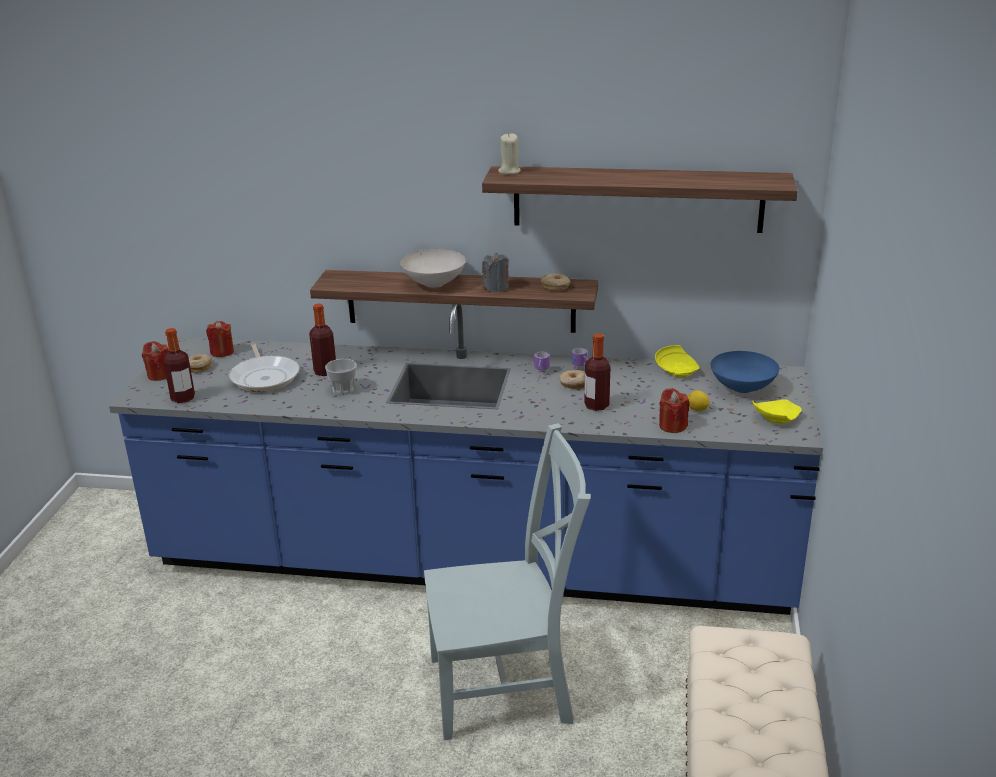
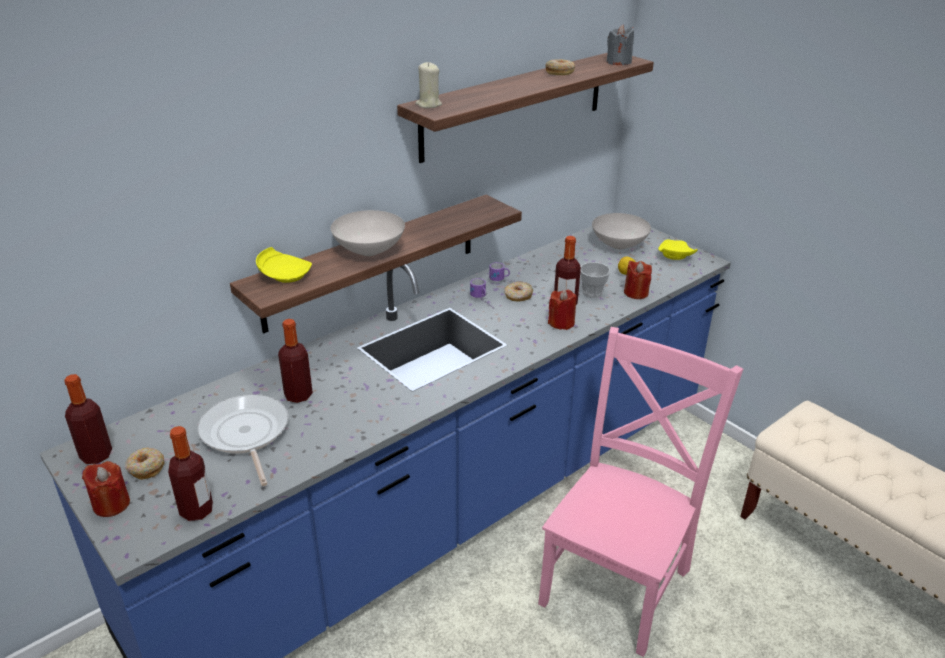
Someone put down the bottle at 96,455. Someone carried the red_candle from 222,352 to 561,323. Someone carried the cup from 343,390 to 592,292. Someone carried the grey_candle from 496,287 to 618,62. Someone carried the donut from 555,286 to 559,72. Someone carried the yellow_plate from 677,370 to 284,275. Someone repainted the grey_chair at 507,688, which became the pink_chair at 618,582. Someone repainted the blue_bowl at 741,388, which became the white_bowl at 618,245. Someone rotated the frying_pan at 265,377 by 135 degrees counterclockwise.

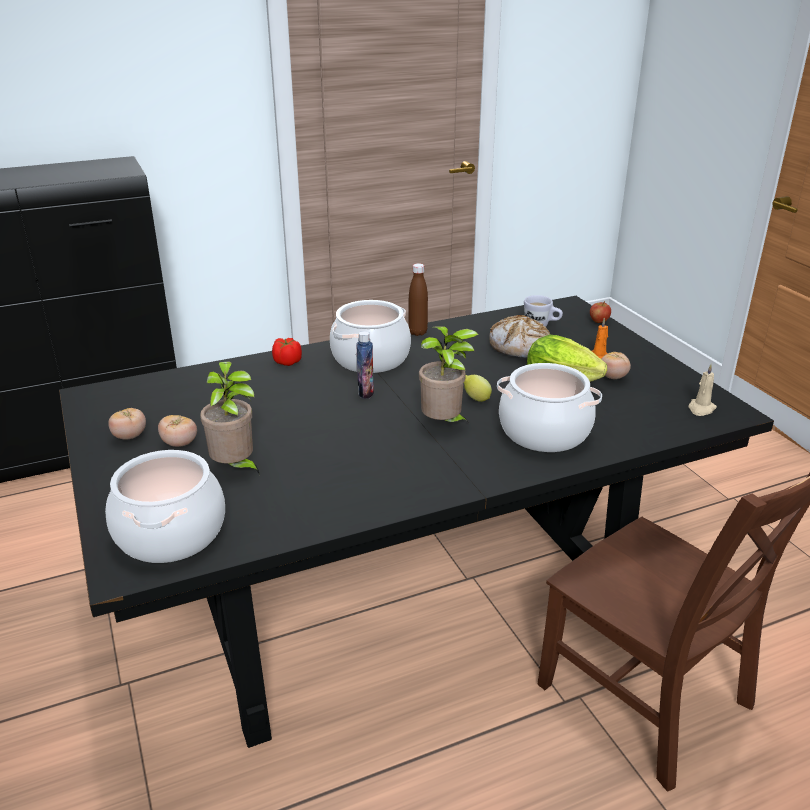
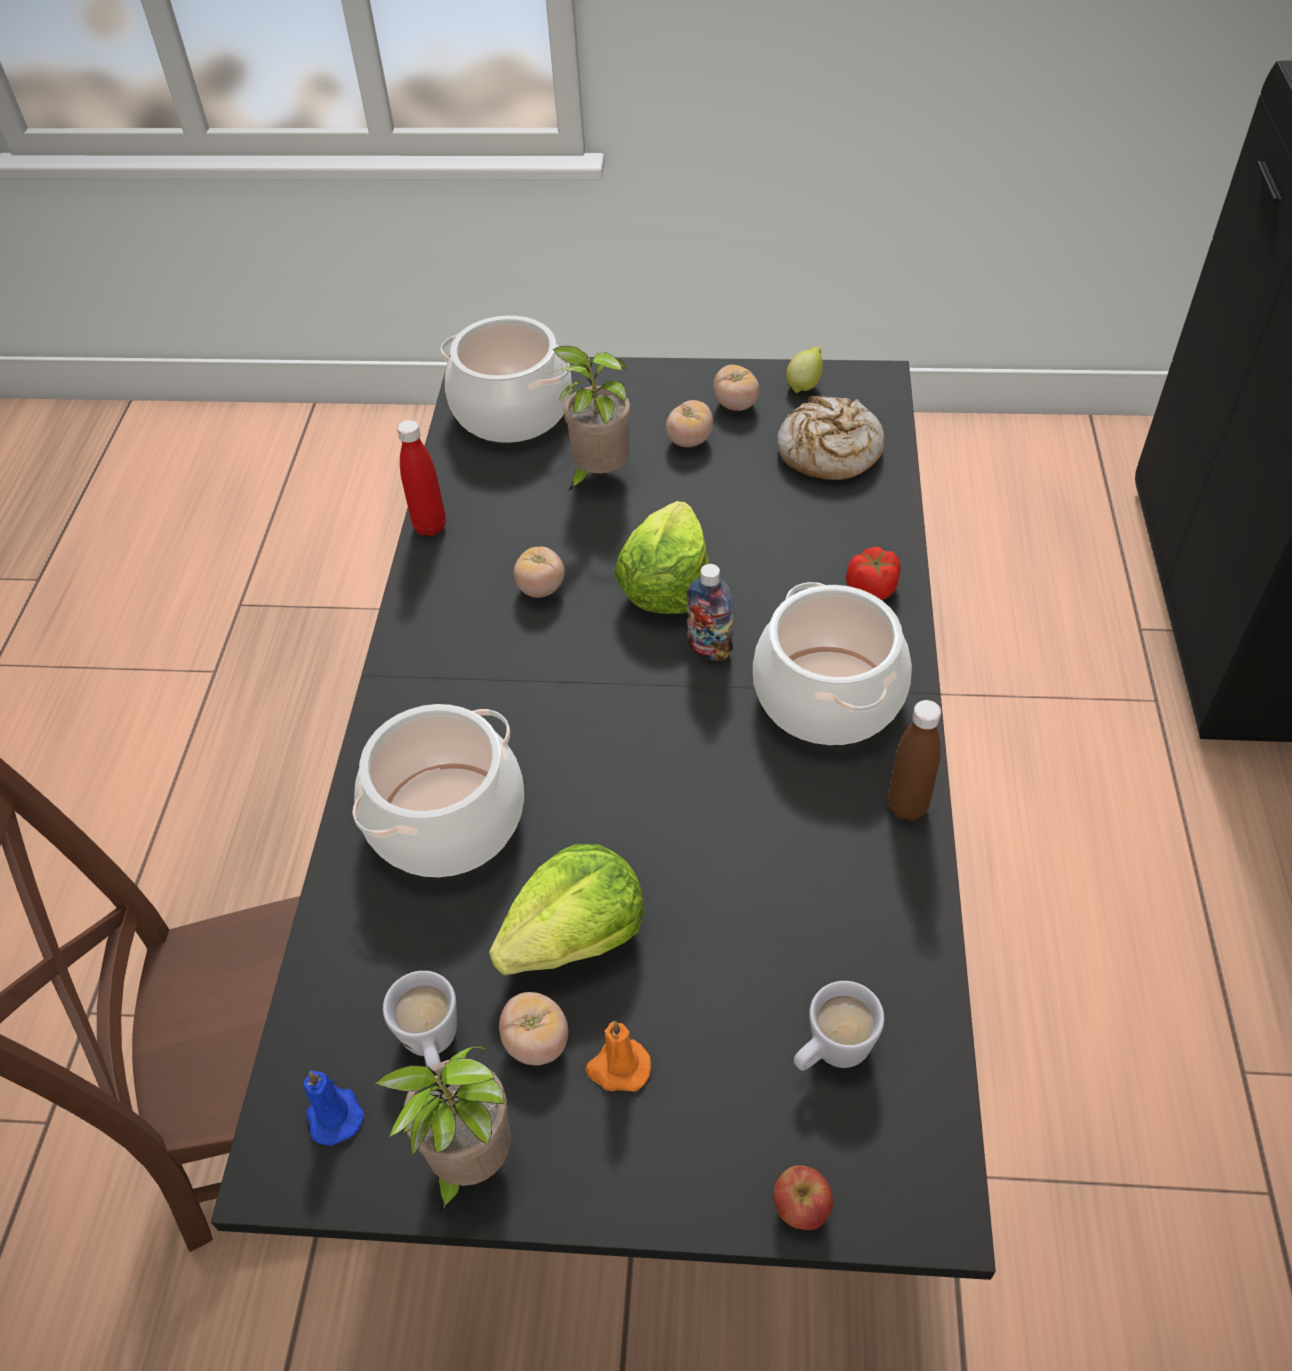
Someone put down the white_mug at 432,1045. Someone put down the red_bottle at 430,526. Someone put down the tomato at 541,588. Someone put down the lettuce at 666,585. Someone carried the potted_plant from 444,425 to 468,1162. Someone carried the lemon from 475,399 to 804,385. Someone carried the bread from 520,347 to 829,451. Someone repainted the beige_candle at 701,409, which became the blue_candle at 334,1114.

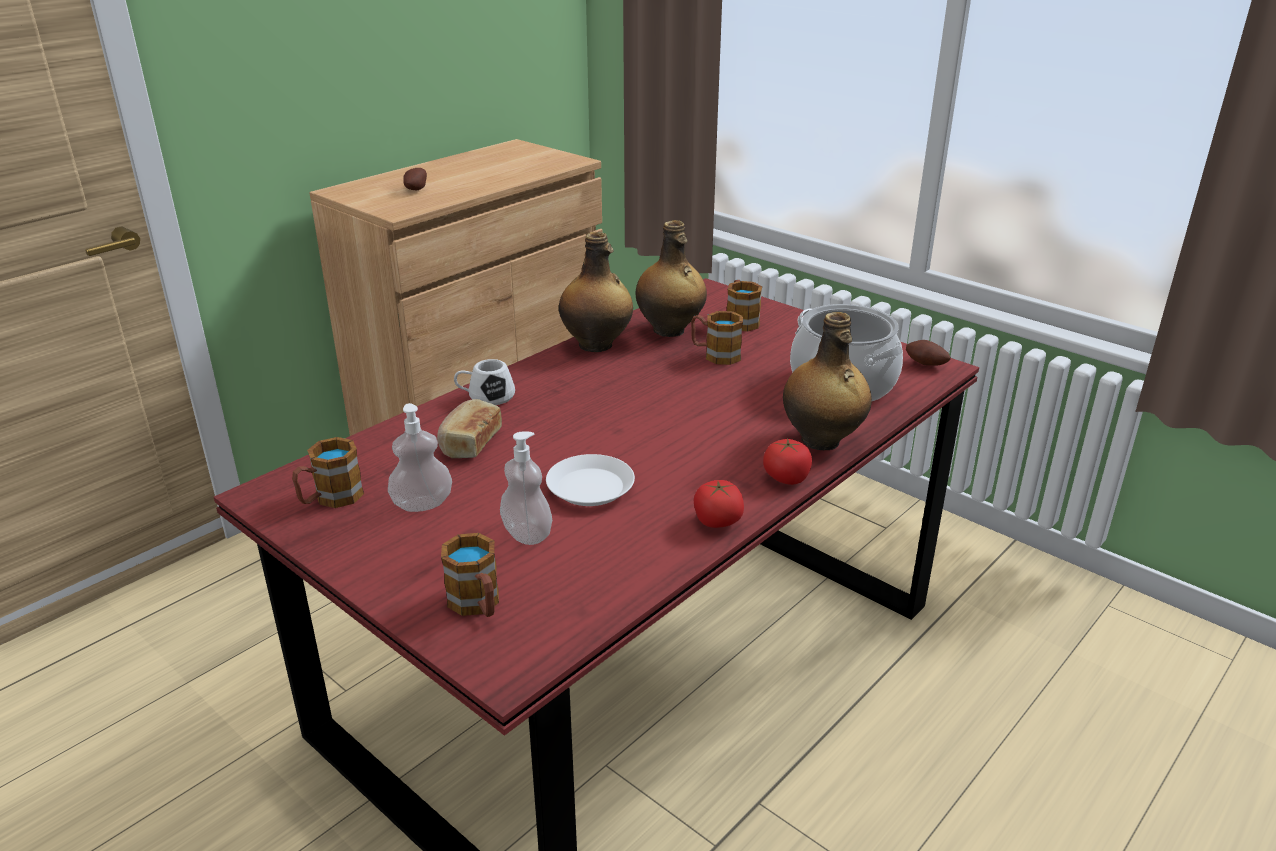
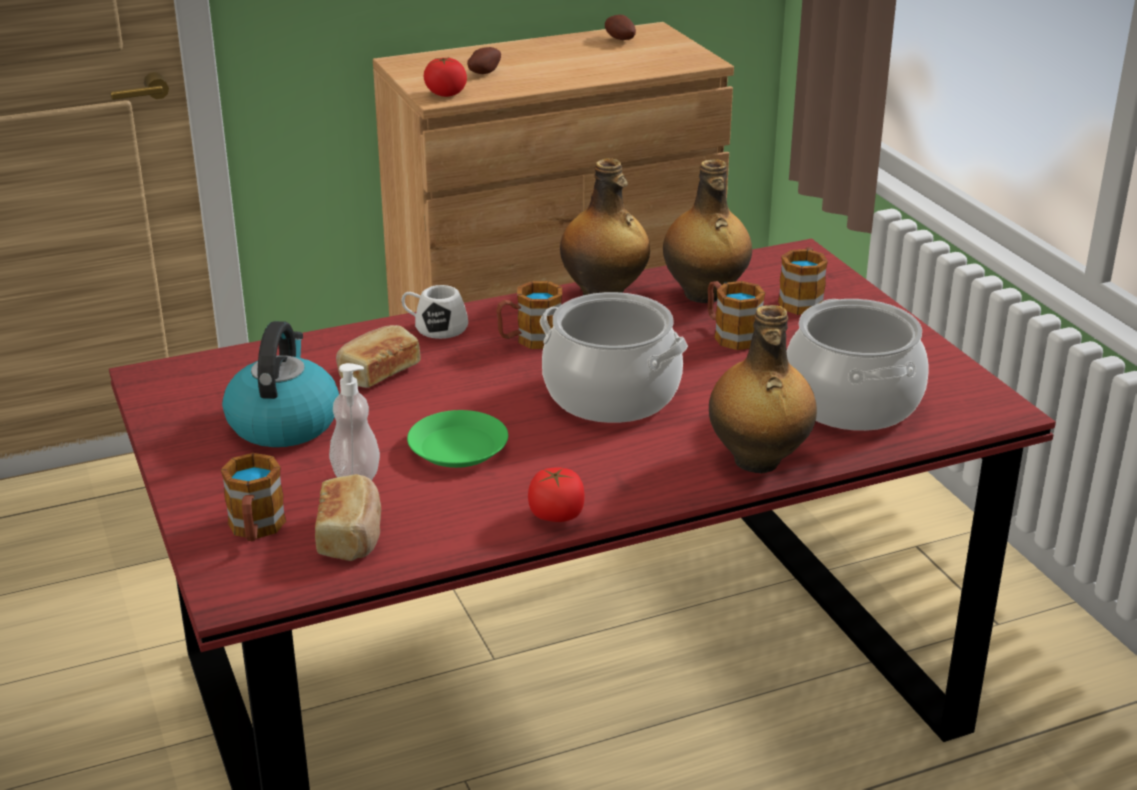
Someone put down the bread at 351,535. Someone put down the cooking_pot at 612,394. Someone carried the mug from 330,499 to 530,340. Someone carried the tomato from 786,478 to 445,94. Someone carried the potato from 925,365 to 619,40. Someone swapped the soap_dispenser at 422,504 for the kettle at 283,422. Someone repainted the white_plate at 590,487, which became the green_plate at 458,447.

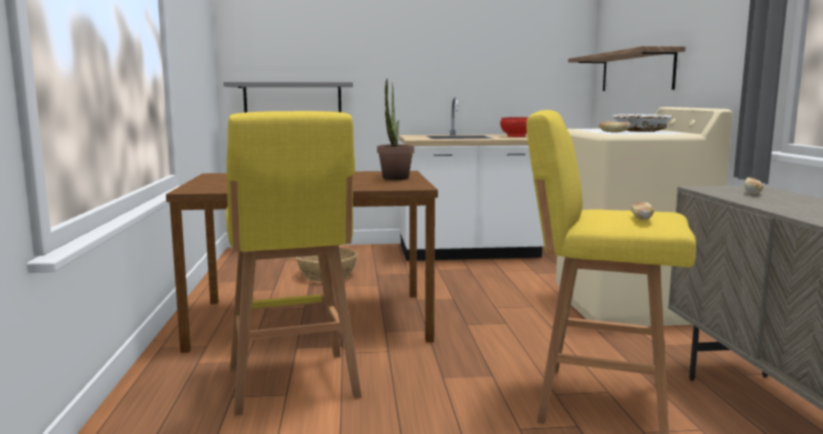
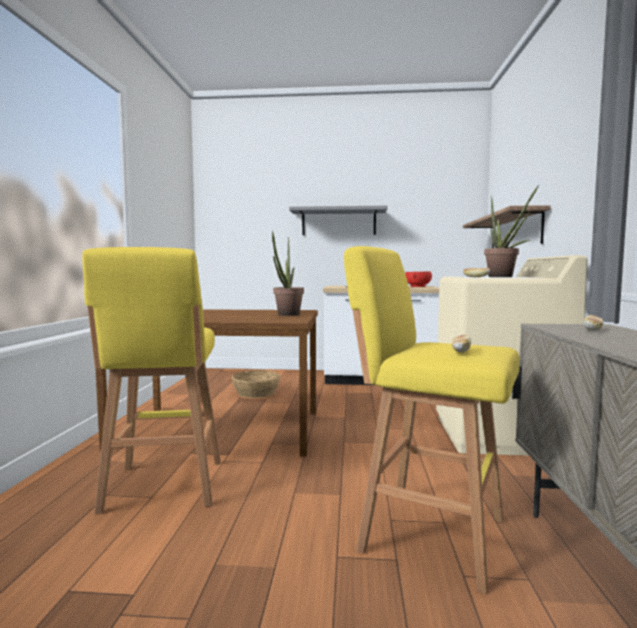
Someone carried the grey_shelf from 292,99 to 338,222. Someone swapped the white_bowl at 641,131 for the potted_plant at 504,277.

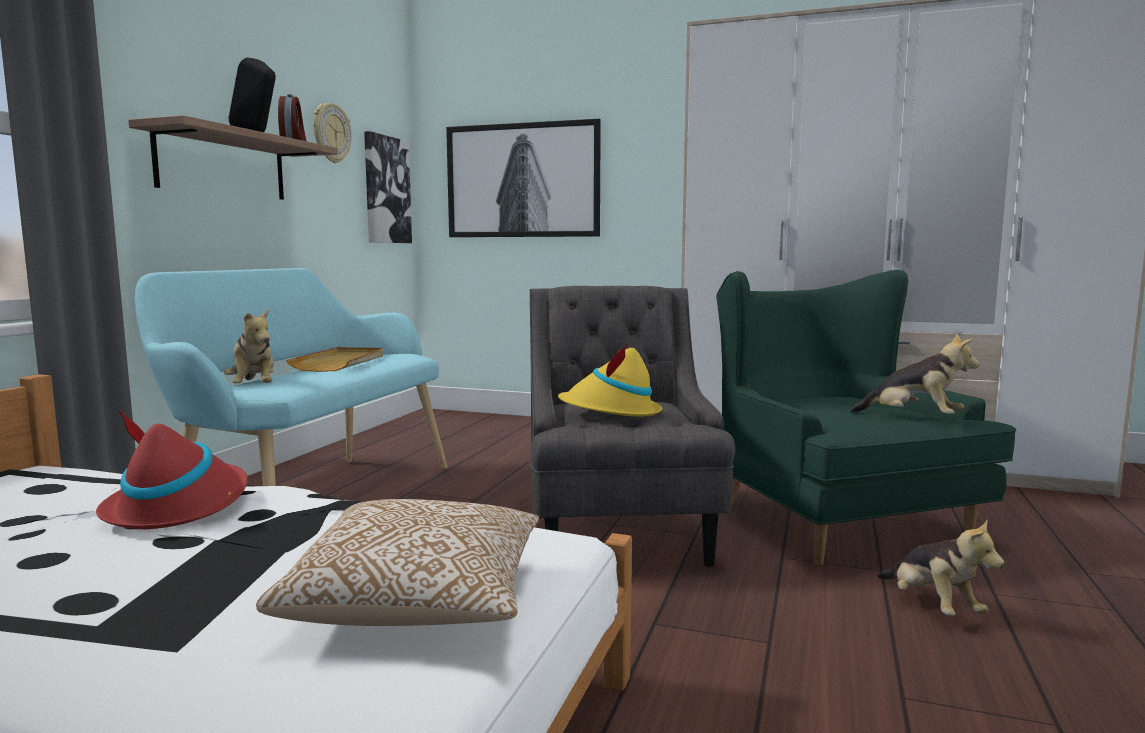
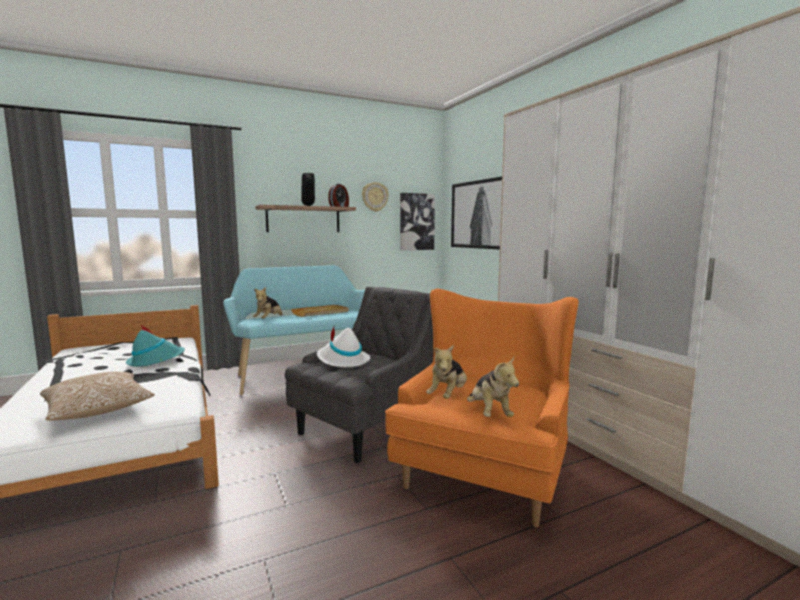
Someone carried the plush_toy from 932,606 to 448,395. Someone repainted the red_hat at 179,506, which became the turquoise_hat at 156,360. Someone repainted the yellow_hat at 610,412, which became the white_hat at 342,361. Someone repainted the green_armchair at 834,518, which became the orange_armchair at 486,470.

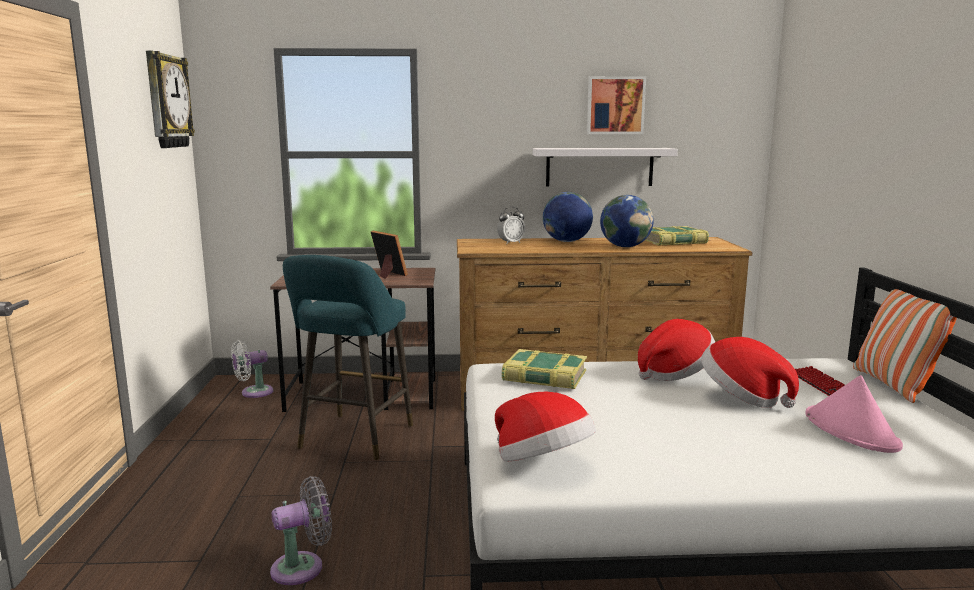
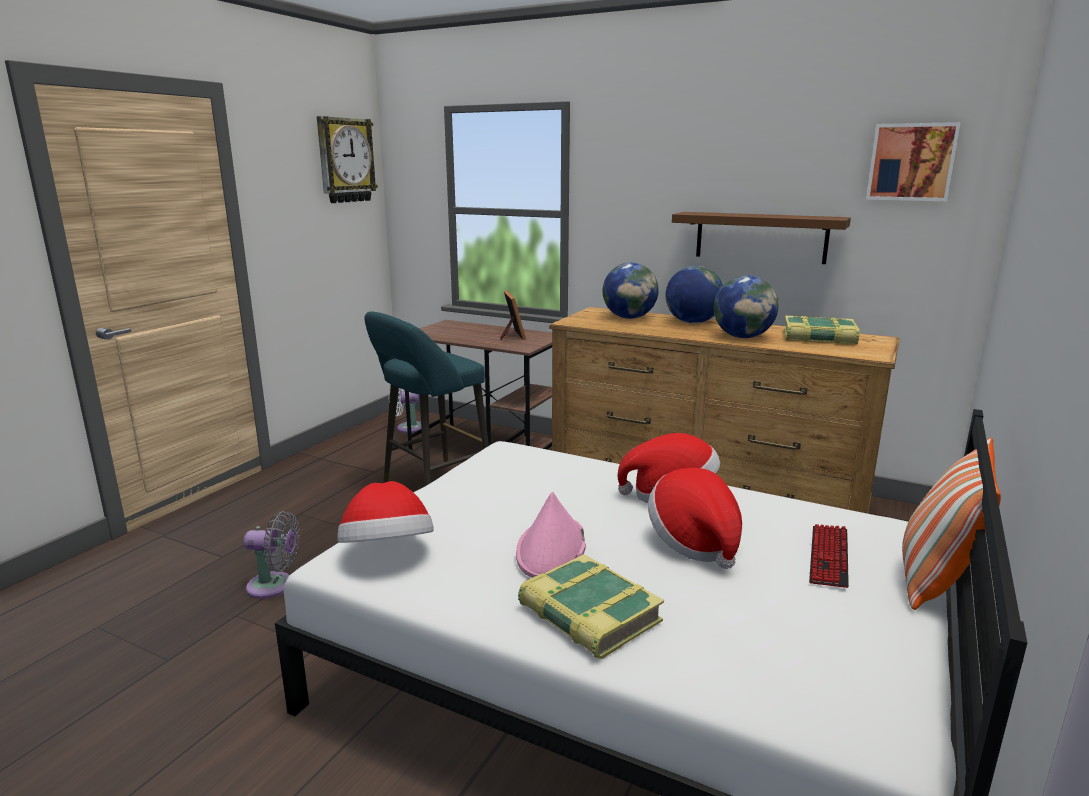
Someone carried the book from 544,377 to 588,615. Someone carried the picture from 615,105 to 911,162. Someone carried the pink_hat from 851,430 to 551,549. Someone swapped the alarm_clock at 511,243 for the globe at 629,317. Someone repainted the white_shelf at 599,167, which became the brown_shelf at 760,237.

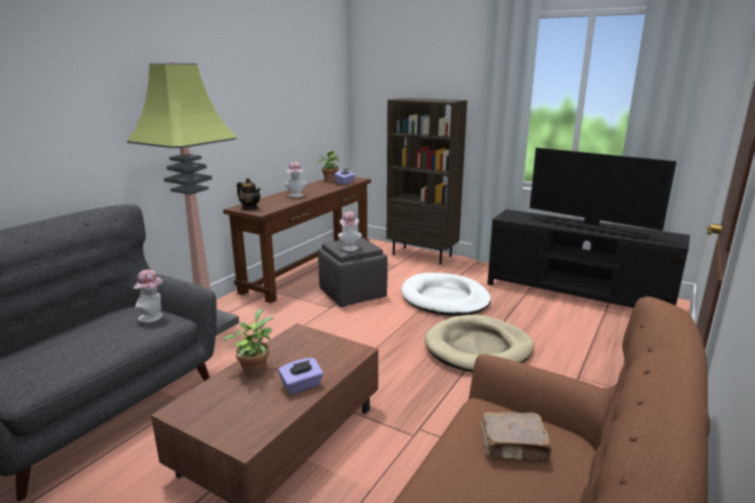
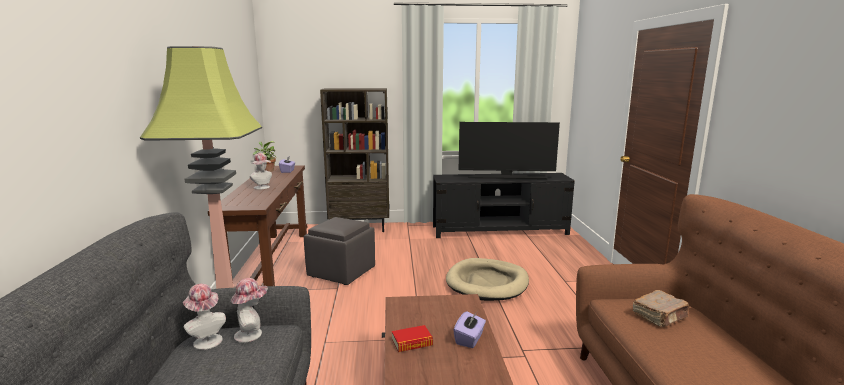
Someone took away the teapot at 250,208. Someone took away the white_dog_bed at 444,299. Someone carried the hat from 349,247 to 206,340. Someone swapped the potted_plant at 254,369 for the book at 412,343.

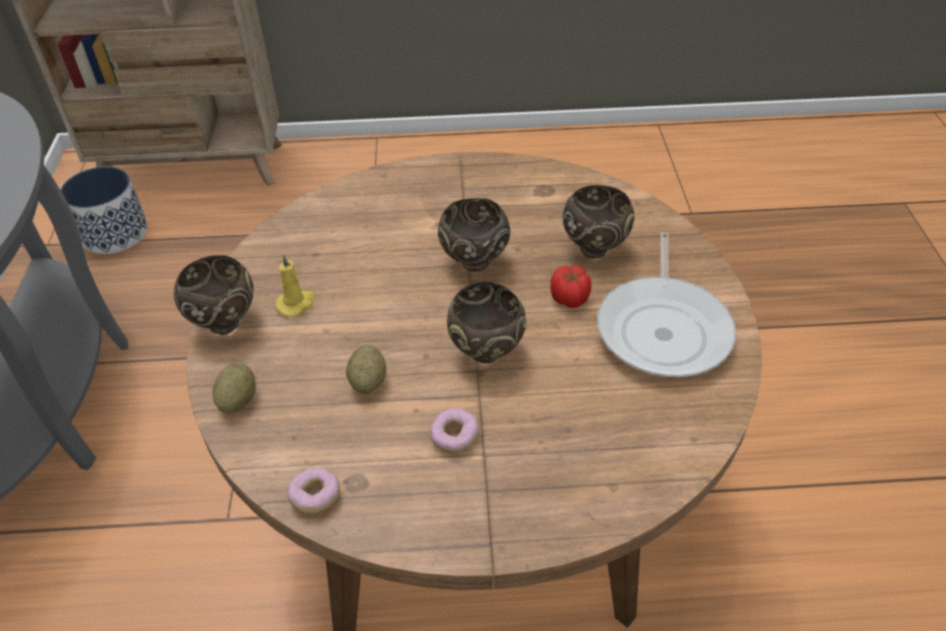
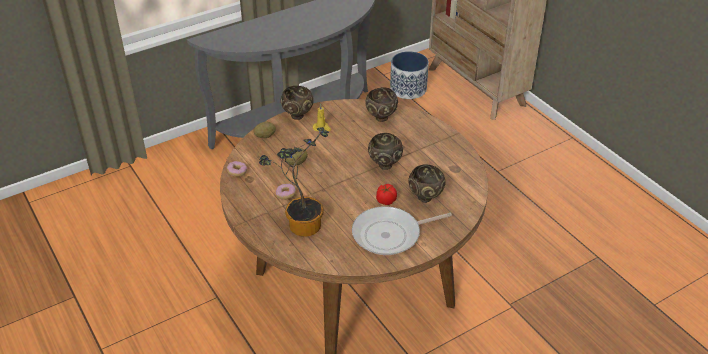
Someone put down the potted_plant at 300,224. Someone carried the brown_bowl from 486,354 to 381,118.

